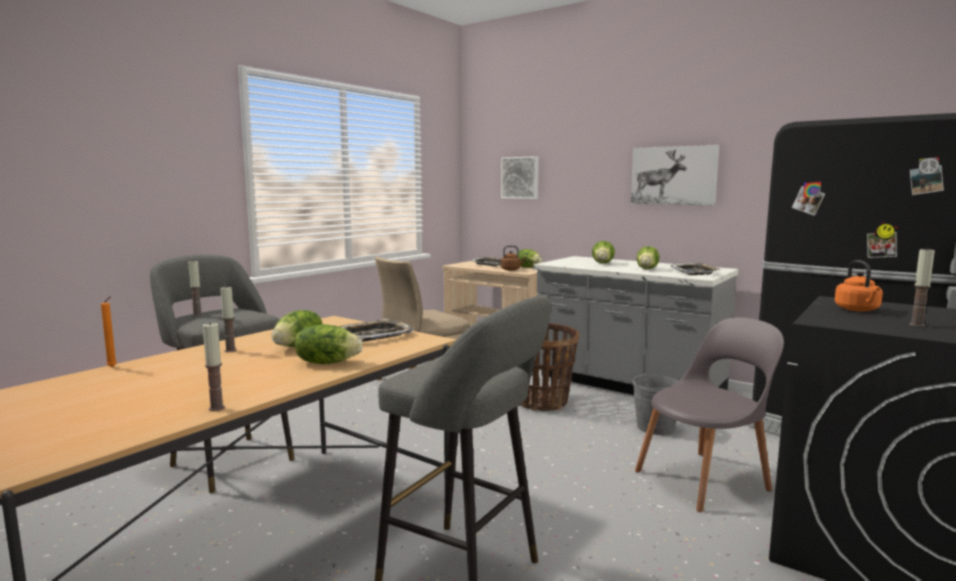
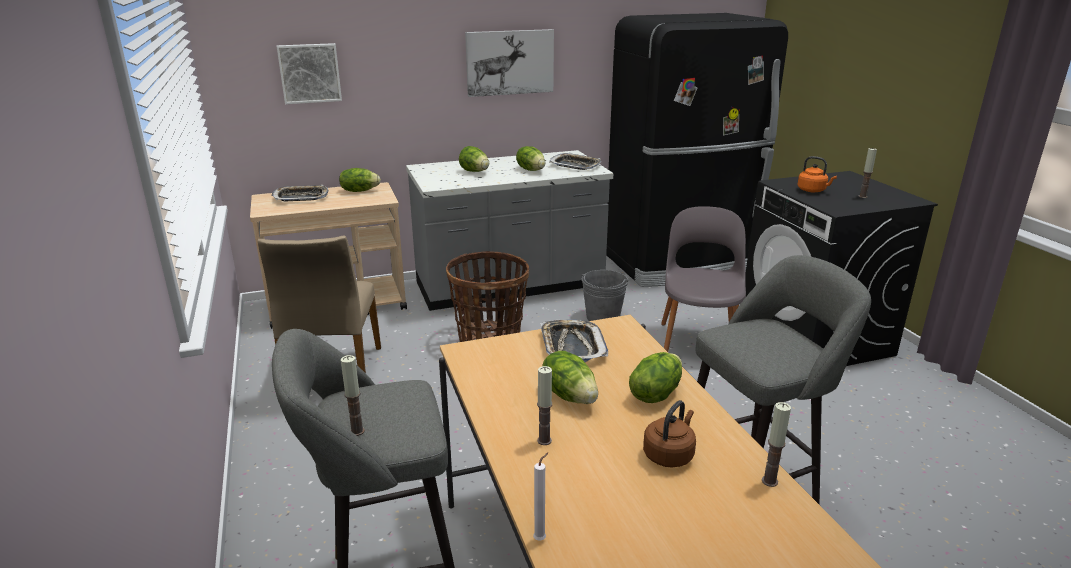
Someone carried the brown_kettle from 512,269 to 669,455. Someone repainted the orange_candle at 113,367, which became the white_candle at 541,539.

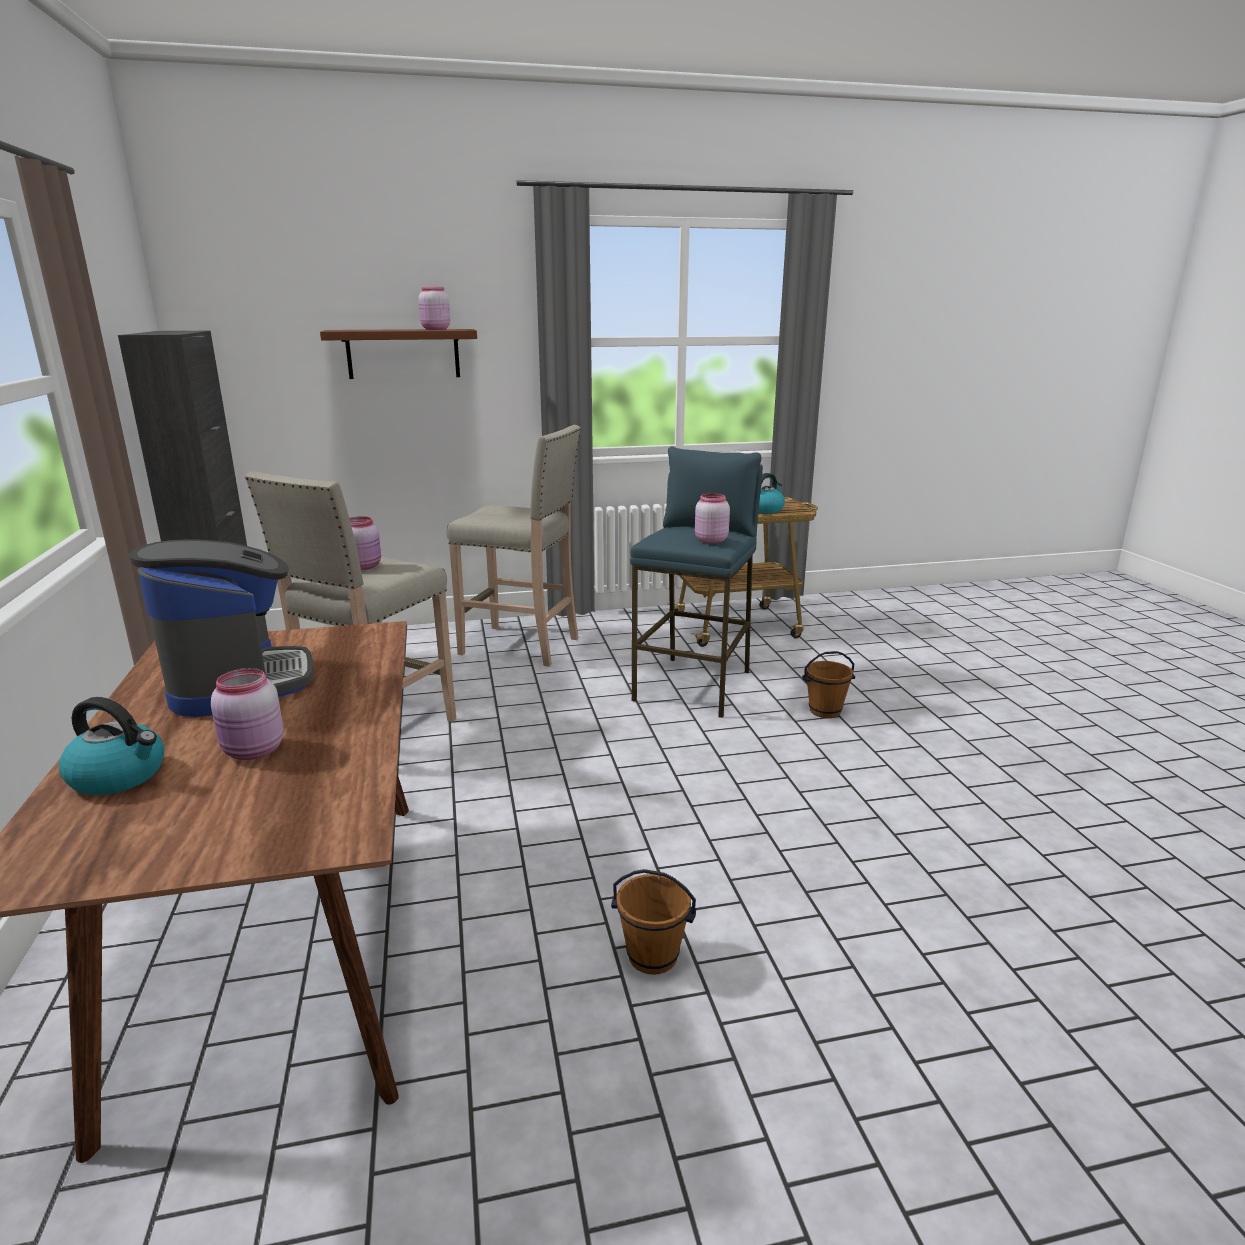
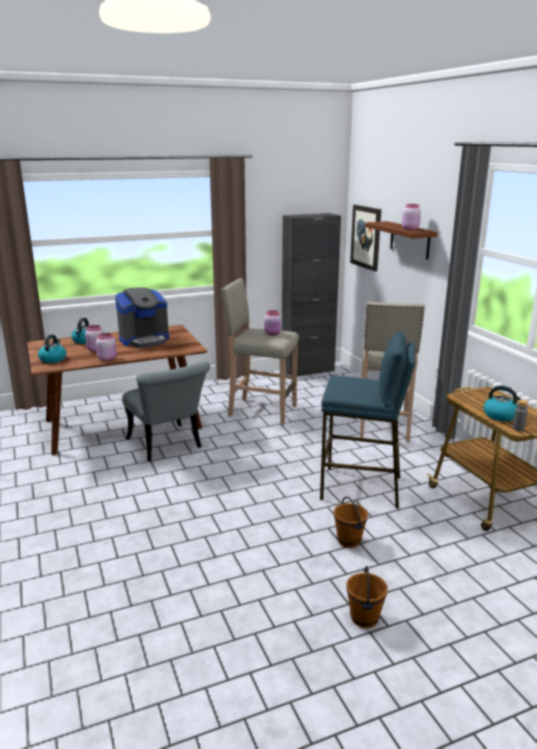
Someone put down the kettle at 53,359. Someone put down the grey_chair at 168,446. Someone put up the picture at 366,237. Someone put down the grey_bottle at 518,428. Someone carried the brown_bucket from 652,957 to 364,618. Someone carried the pink_jar from 710,540 to 107,359.

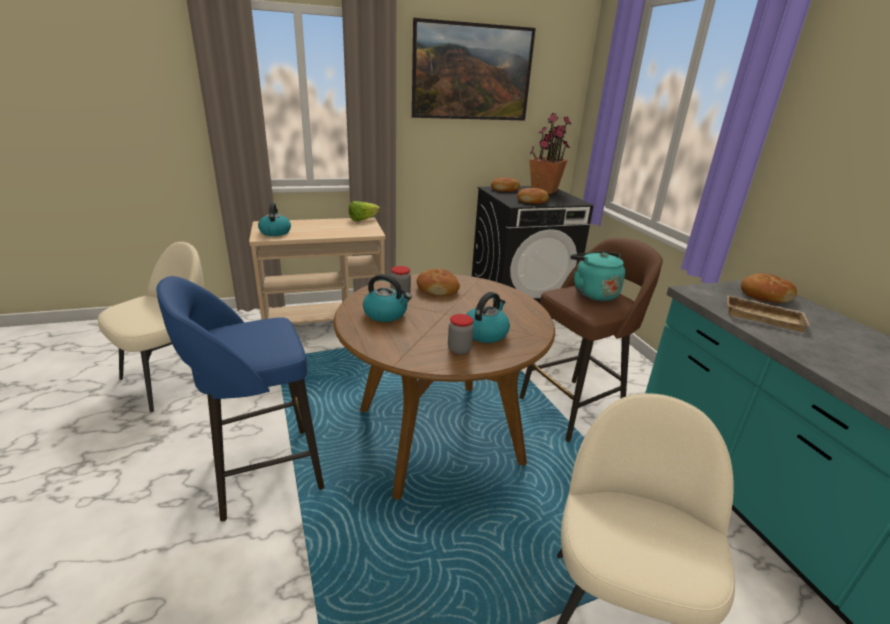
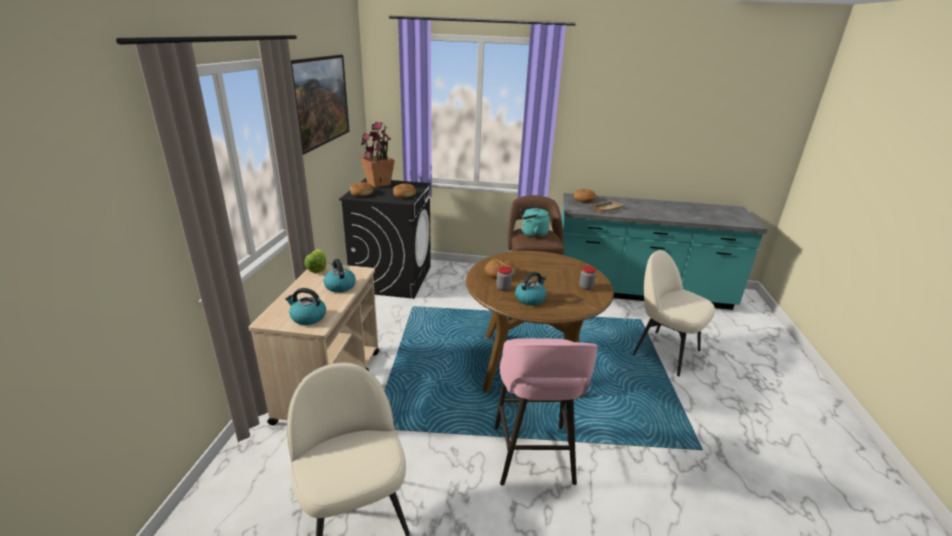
Someone carried the kettle from 485,333 to 340,286. Someone repainted the blue_stool at 262,472, which became the pink_stool at 533,457.

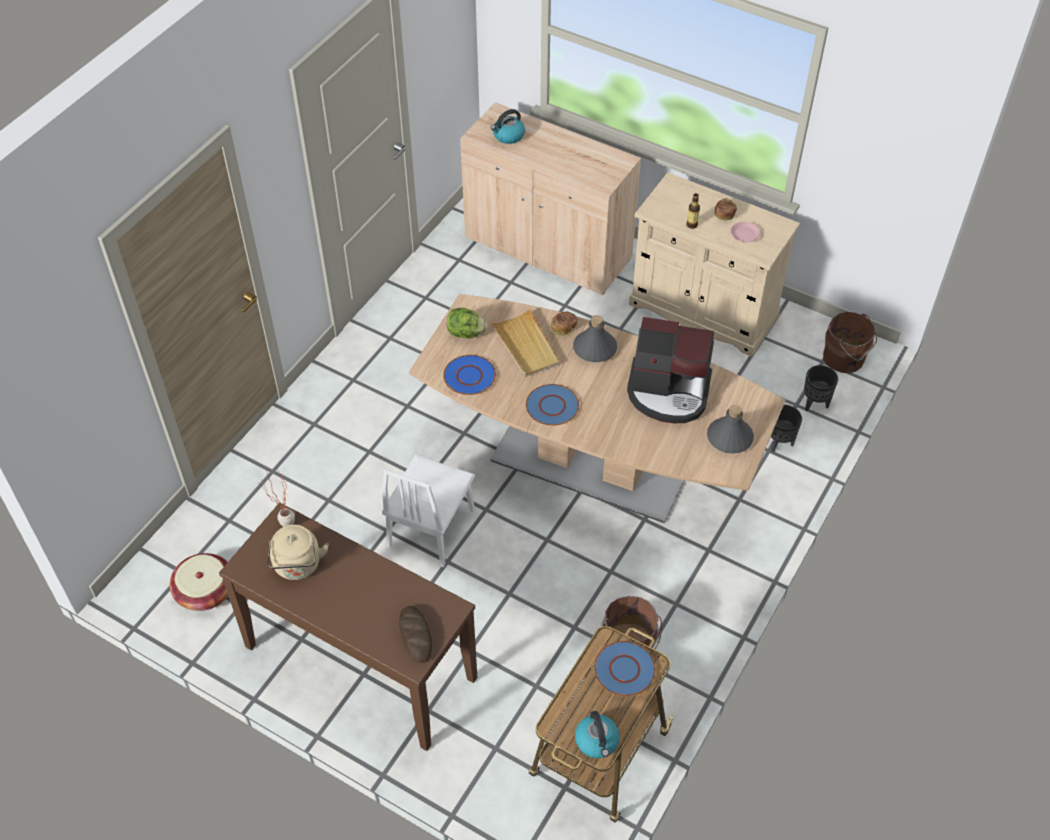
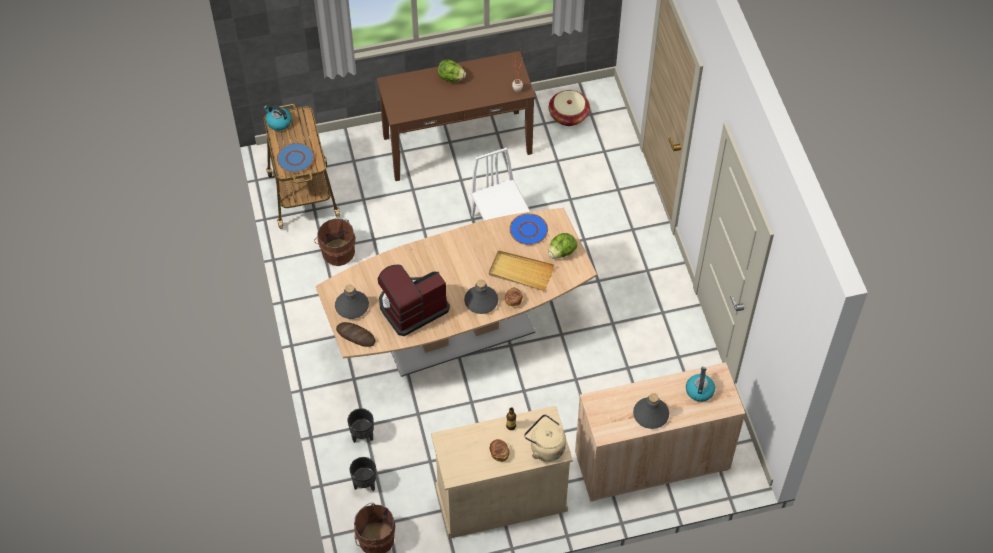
Someone took away the blue_plate at 551,406. Someone took away the pink_plate at 744,234. Someone put down the lettuce at 451,78. Someone put down the grey_bottle at 651,414. Someone carried the beige_kettle from 298,566 to 545,447. Someone carried the bread from 415,636 to 356,336.

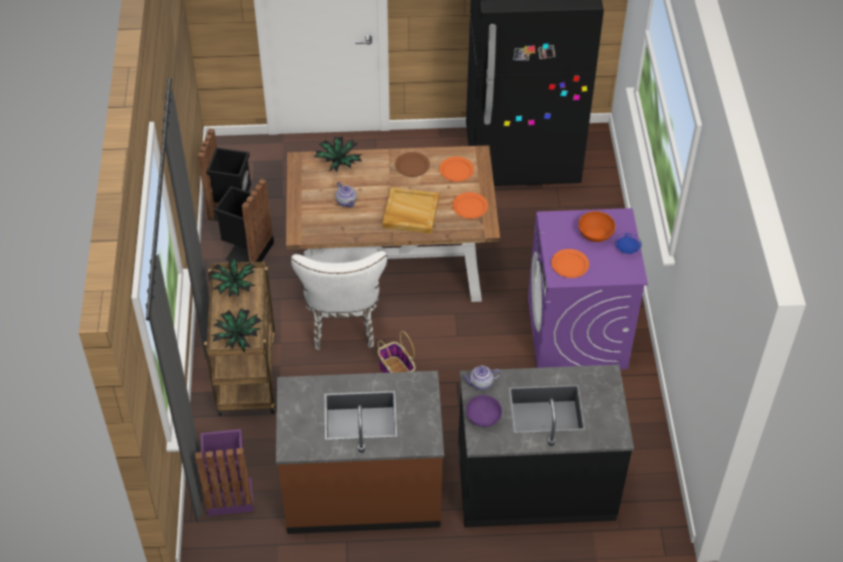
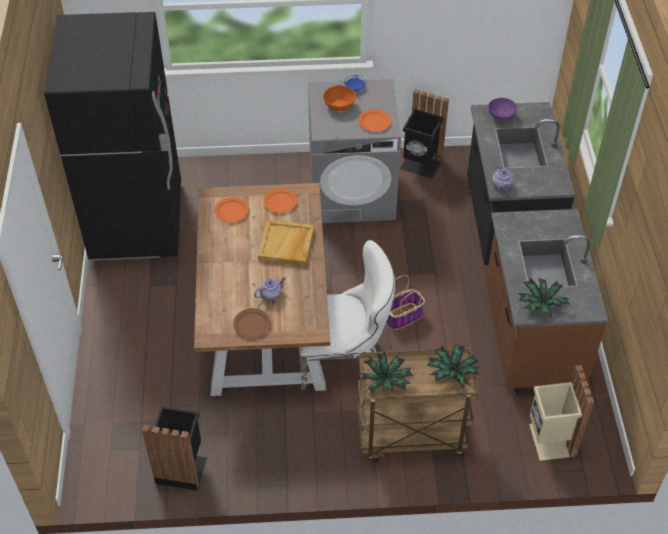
Someone carried the black_trash_can from 247,250 to 420,165. Someone carried the potted_plant from 338,162 to 541,305. Someone carried the brown_plate from 412,165 to 251,324. Someone carried the purple_bowl from 483,418 to 500,116. Someone repainted the purple_trash_can at 229,494, which became the beige_trash_can at 549,440. Someone repainted the purple_washing_machine at 577,333, which became the grey_washing_machine at 352,193.

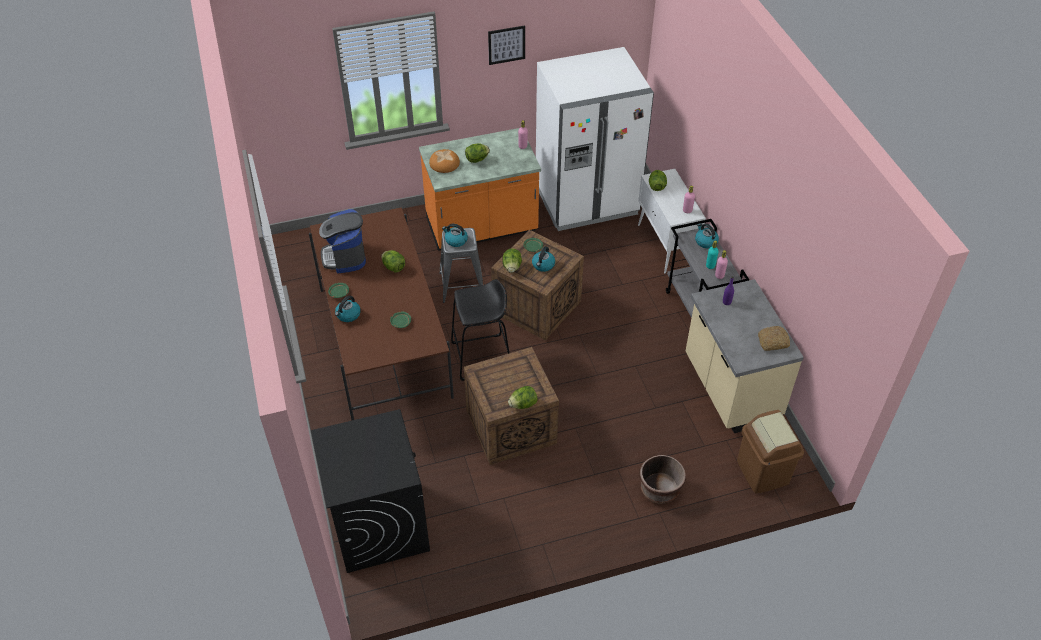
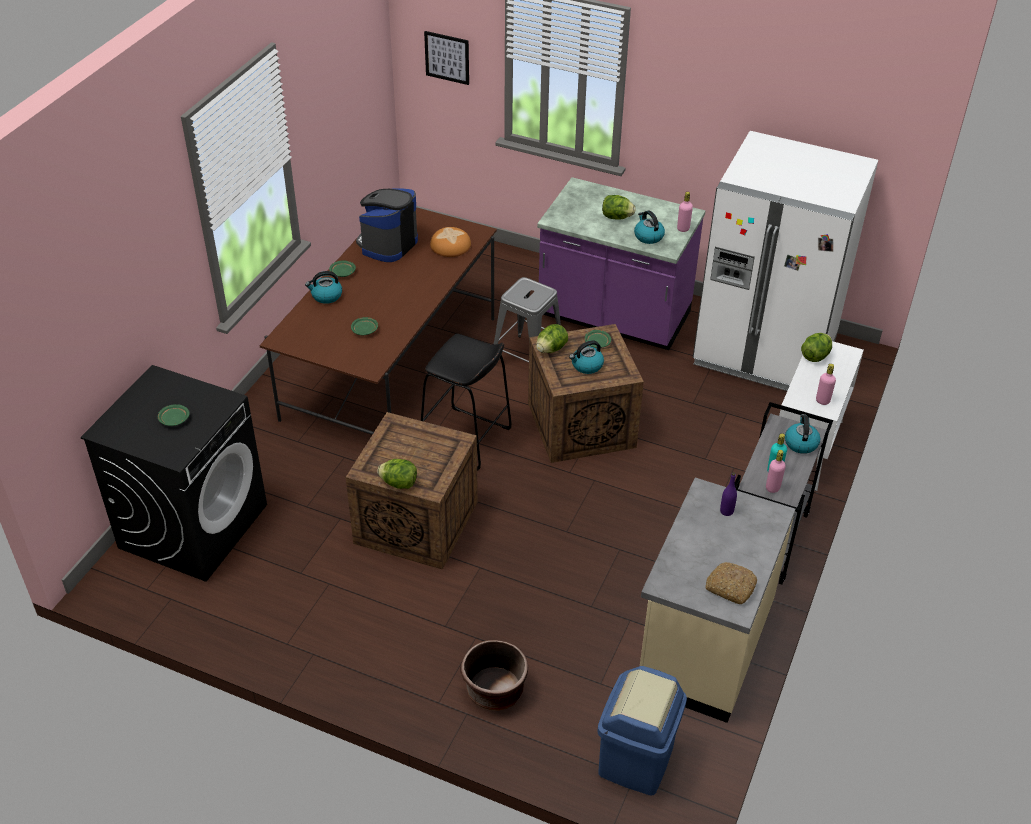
Someone took away the lettuce at 393,267. Someone put down the green_plate at 174,419. Someone carried the bread from 444,163 to 450,246. Someone carried the kettle from 455,240 to 648,236. Someone carried the picture from 506,45 to 447,57. Someone repainted the orange_counter at 482,227, which became the purple_counter at 613,317. Someone repainted the brown_trash_can at 763,472, which became the blue_trash_can at 636,760.

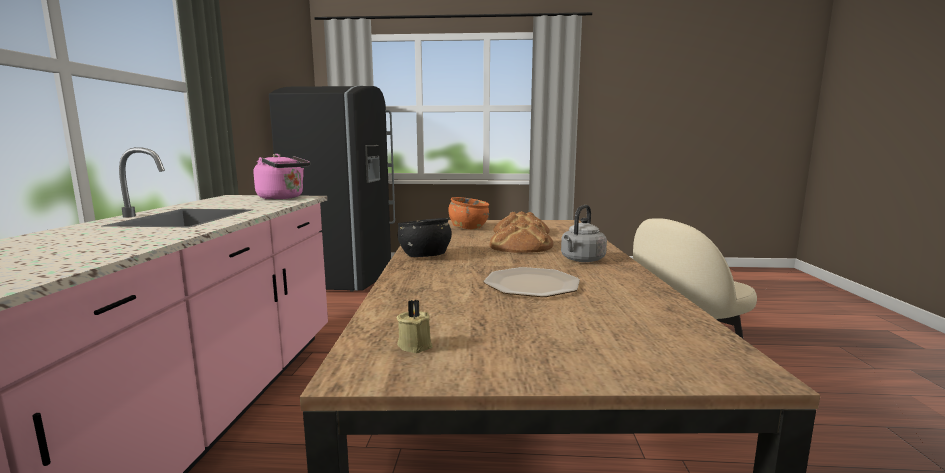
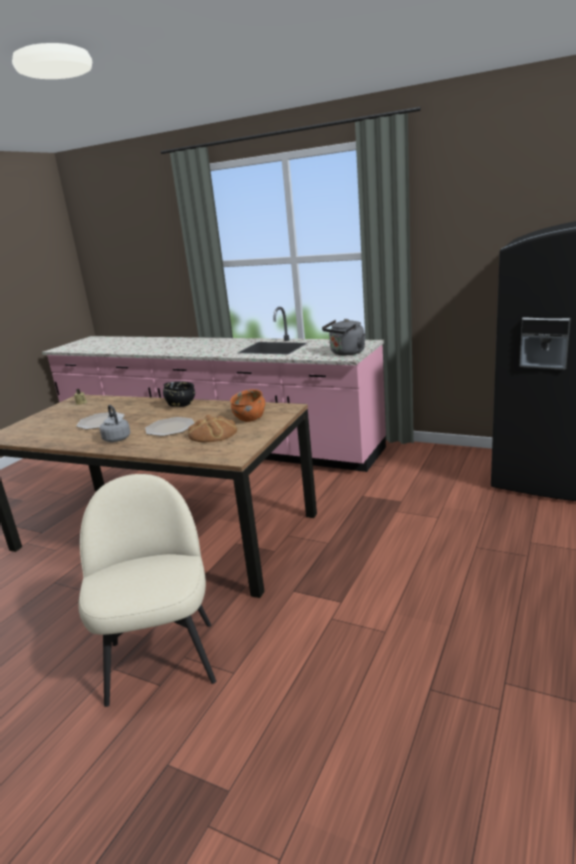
Someone swapped the bread at 521,246 for the plate at 169,428. Someone repainted the pink_kettle at 283,198, which became the grey_kettle at 346,353.

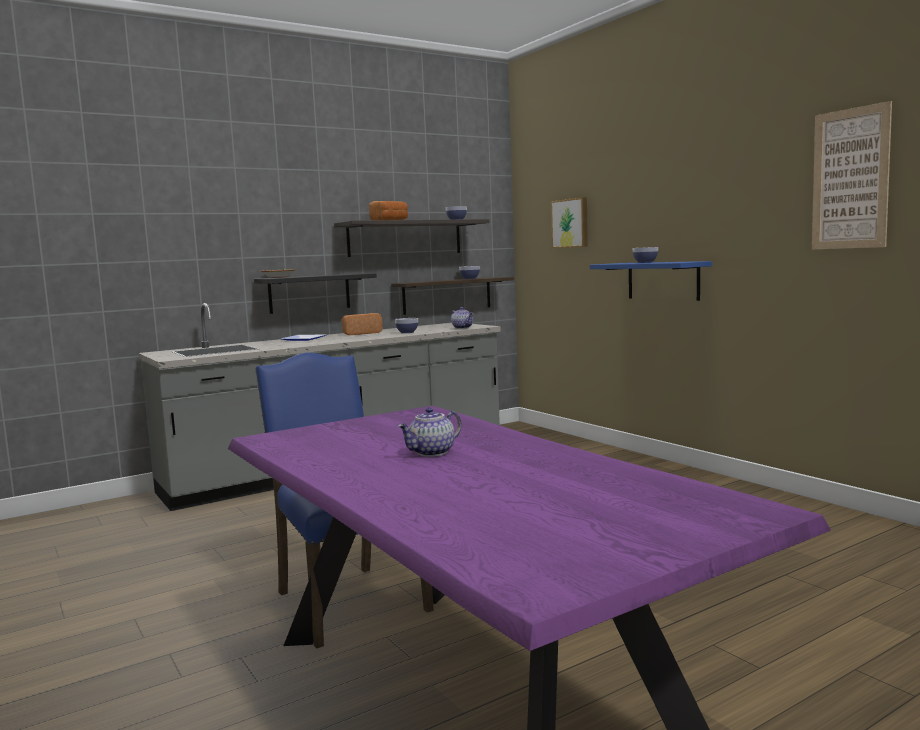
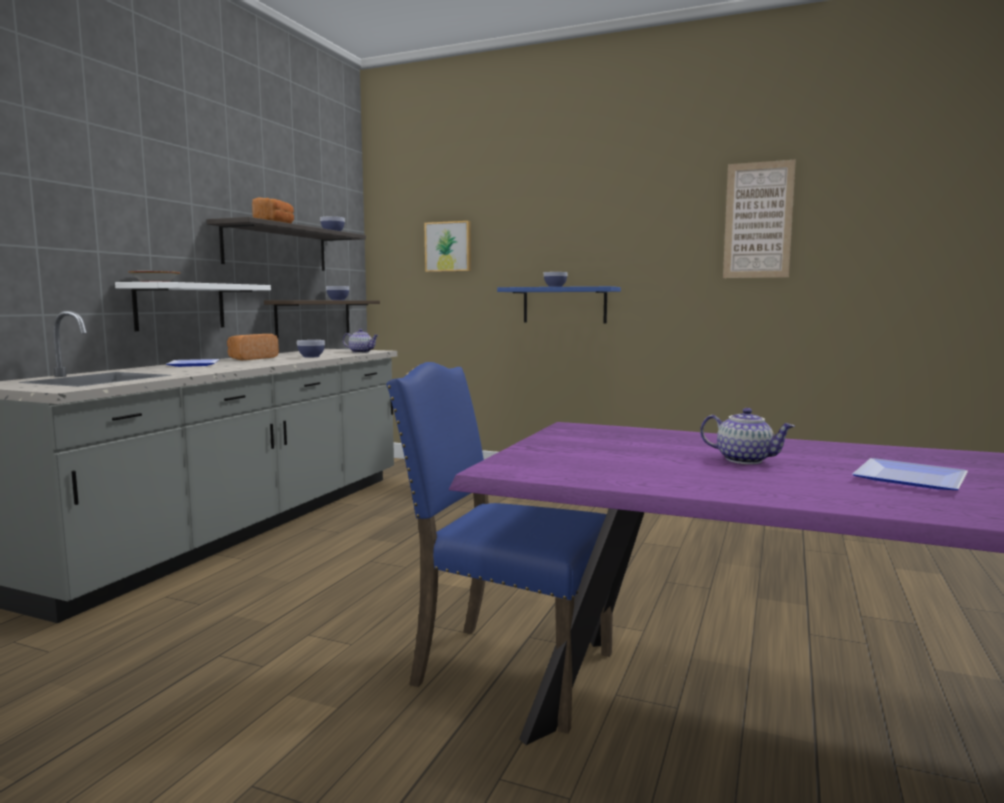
Someone put down the plate at 906,478. Someone repainted the black_shelf at 309,293, which became the white_shelf at 180,306. Someone rotated the teapot at 432,453 by 75 degrees counterclockwise.

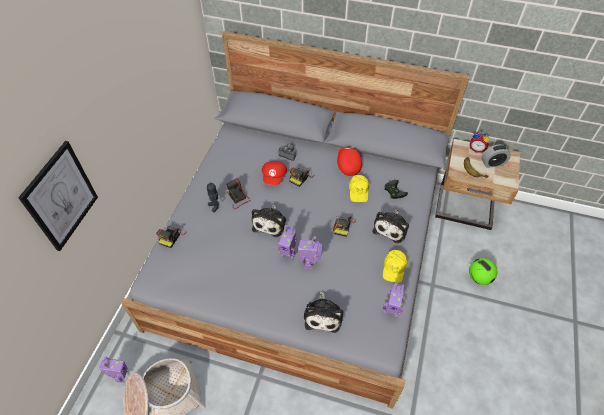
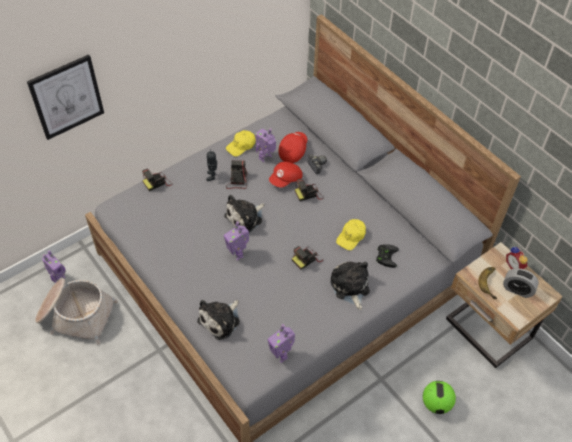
Someone carried the toy_robot from 310,264 to 266,158. Someone carried the red_cap from 348,164 to 293,151. Someone carried the yellow_cap from 394,268 to 241,146. Someone rotated the plush_toy at 391,228 by 105 degrees clockwise.

